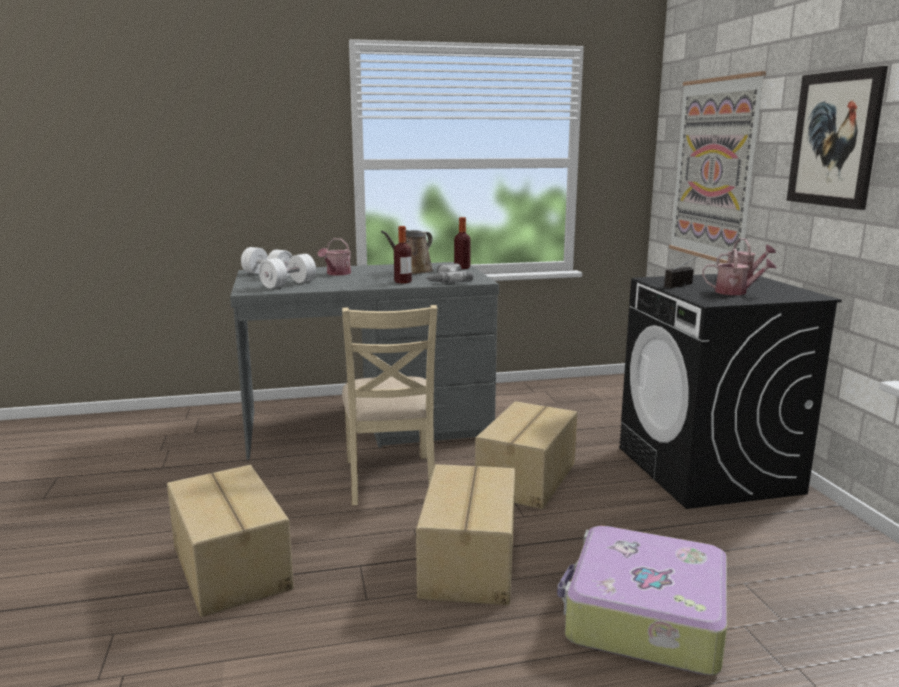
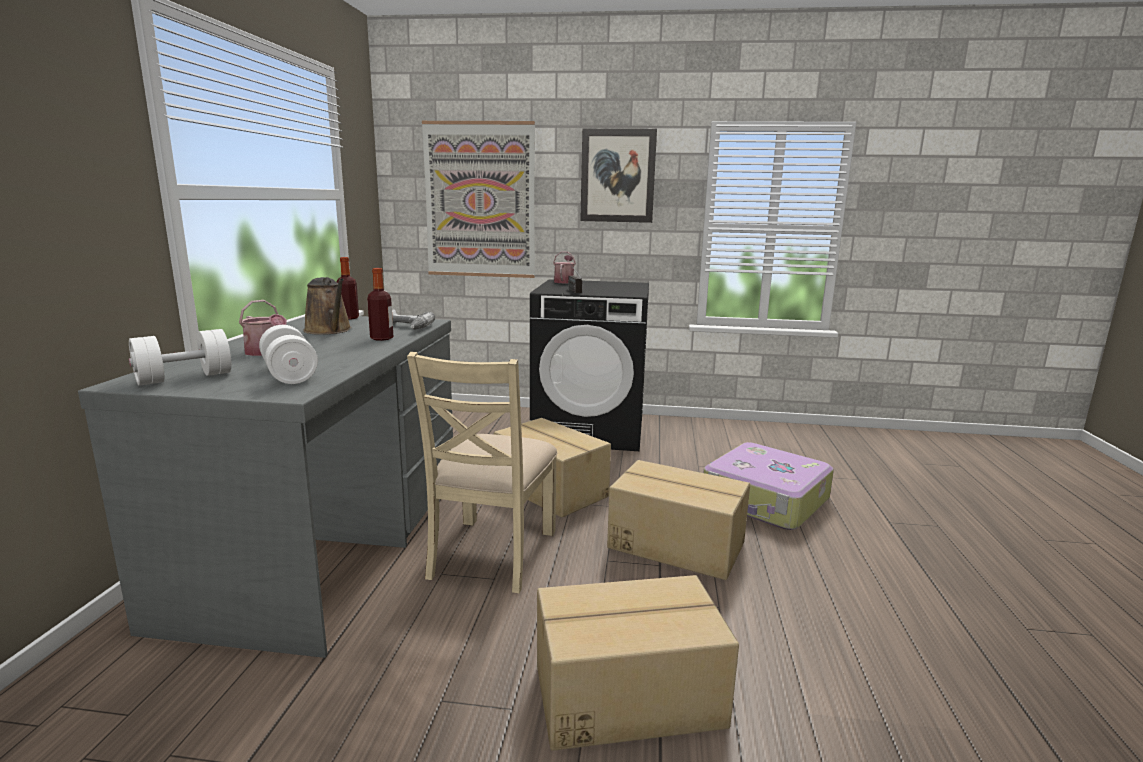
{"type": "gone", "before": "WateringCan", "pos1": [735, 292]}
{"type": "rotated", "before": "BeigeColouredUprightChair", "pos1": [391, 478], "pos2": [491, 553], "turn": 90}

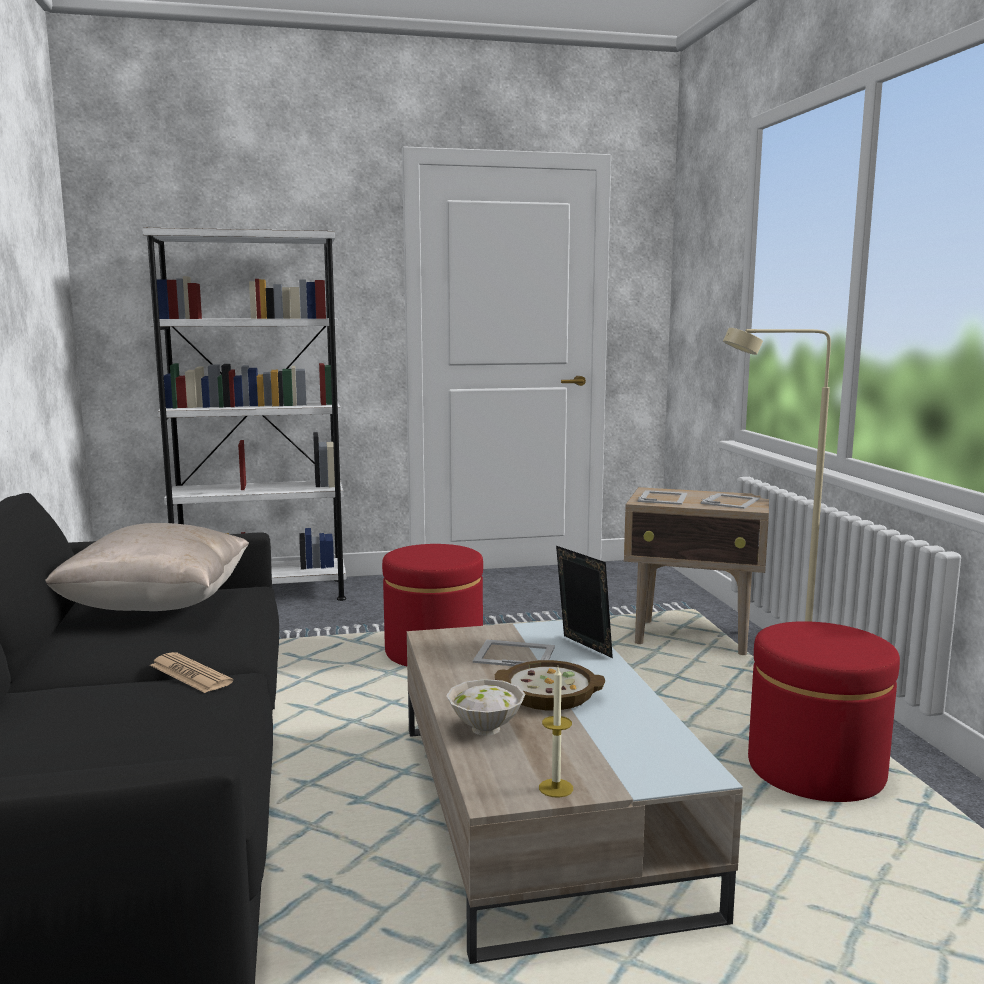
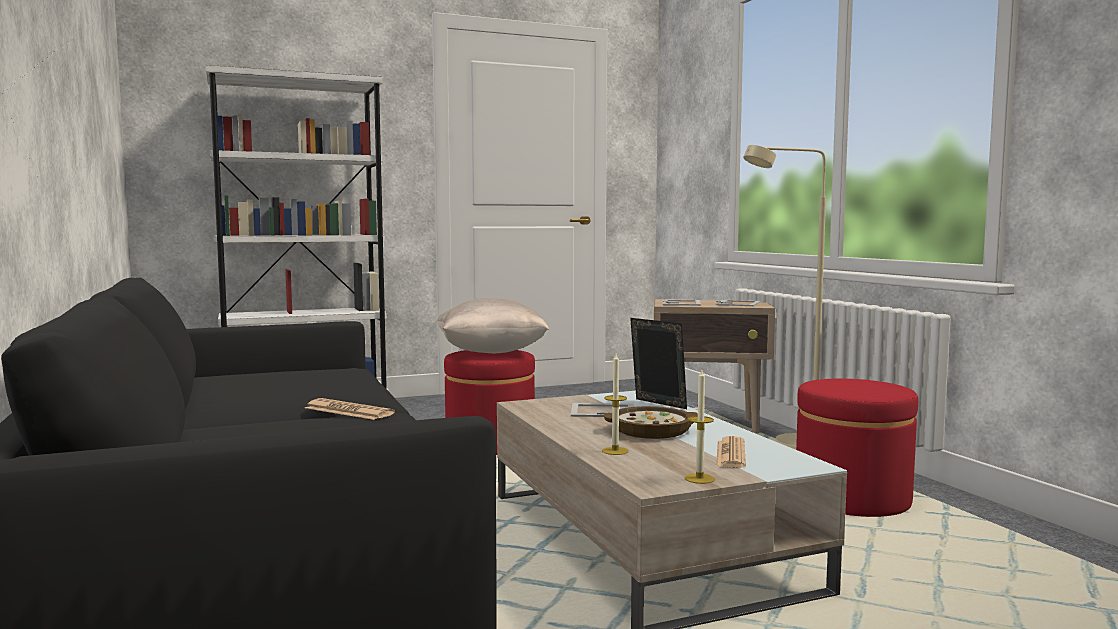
{"type": "shifted", "before": "BeigeColouredPillow", "pos1": [157, 607], "pos2": [490, 353]}
{"type": "swapped", "before": "WhiteColouredDeepDish", "after": "WaxLight", "pos1": [487, 729], "pos2": [615, 451]}
{"type": "new", "after": "Newspaper", "pos2": [730, 454]}

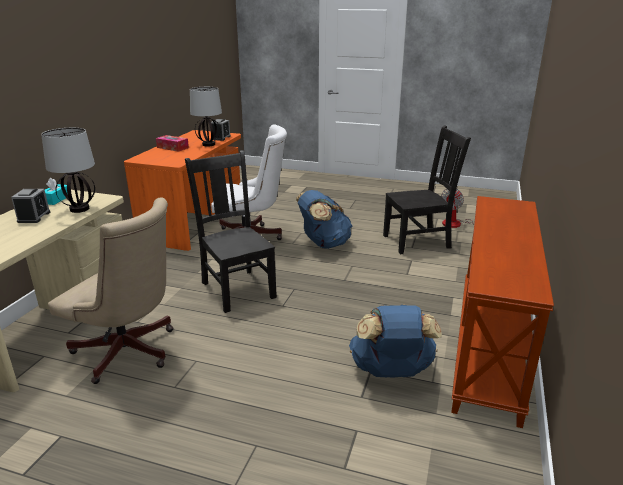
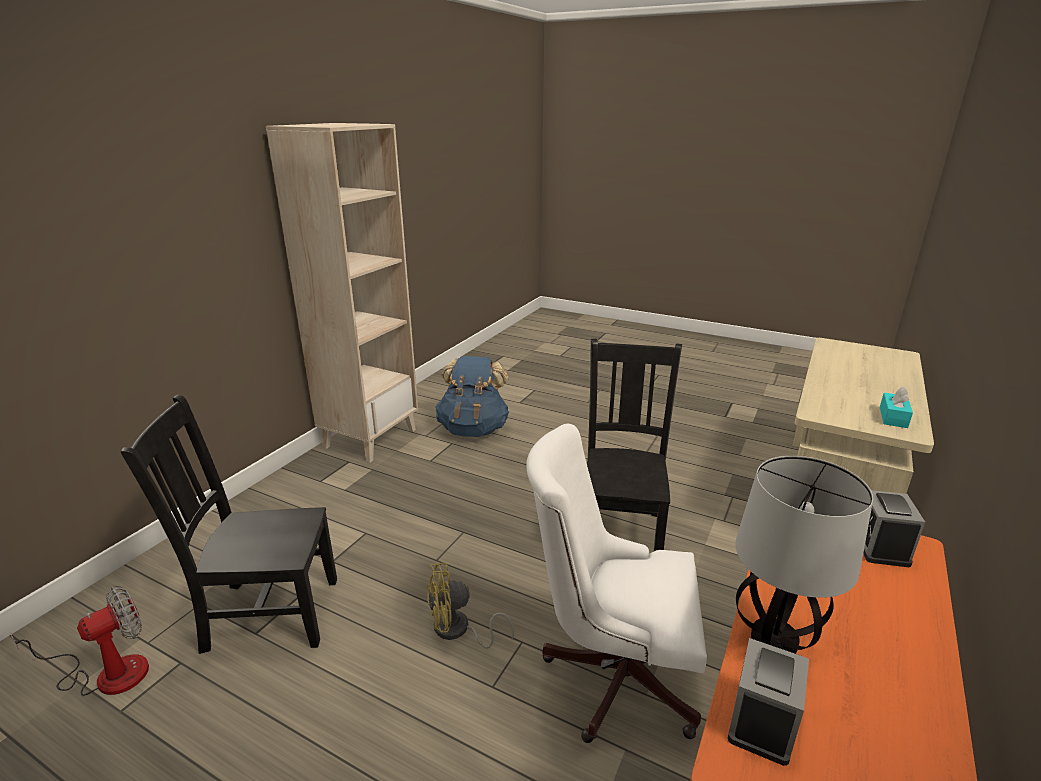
{"type": "gone", "before": "TableLamp", "pos1": [79, 209]}
{"type": "gone", "before": "TissueBox", "pos1": [172, 147]}
{"type": "rotated", "before": "BlackishUprightChair", "pos1": [237, 288], "pos2": [620, 533], "turn": -150}
{"type": "shifted", "before": "TableClock", "pos1": [34, 217], "pos2": [880, 546]}
{"type": "swapped", "before": "BlueRucksack", "after": "YellowElectricFan", "pos1": [323, 244], "pos2": [458, 631]}
{"type": "swapped", "before": "BrownConsoleTable", "after": "BeigeColouredBookshelf", "pos1": [489, 346], "pos2": [370, 438]}
{"type": "gone", "before": "BeigeColouredDeskChair", "pos1": [129, 353]}

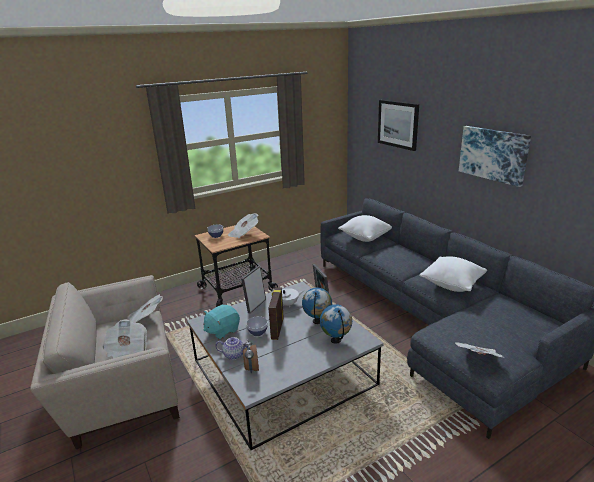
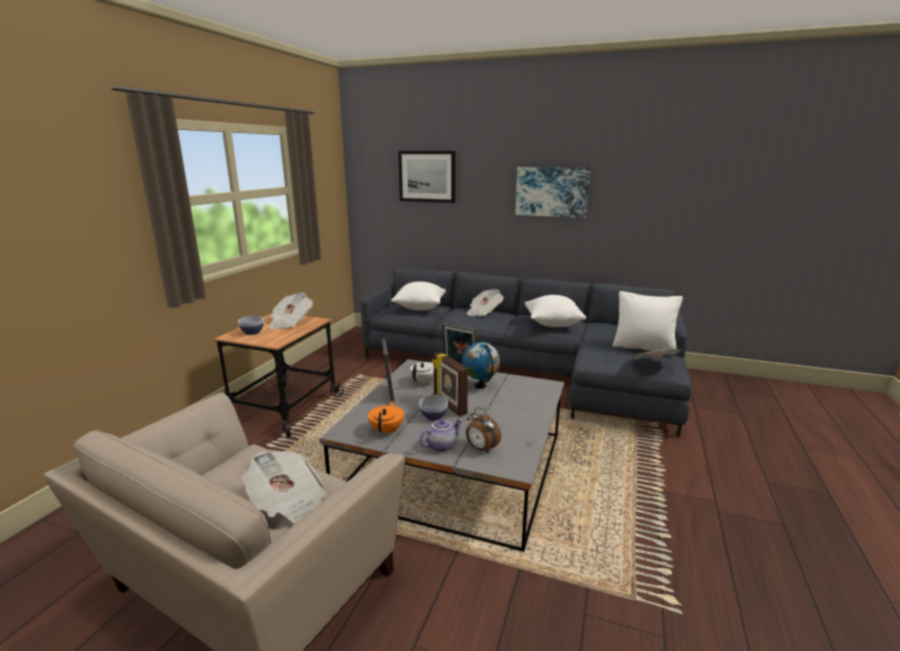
{"type": "shifted", "before": "Newspaper", "pos1": [145, 319], "pos2": [483, 312]}
{"type": "gone", "before": "Globe", "pos1": [336, 340]}
{"type": "swapped", "before": "BlueGreenPlushToy", "after": "OrangeyTeapot", "pos1": [222, 330], "pos2": [387, 430]}
{"type": "new", "after": "WhiteColouredPillow", "pos2": [643, 348]}

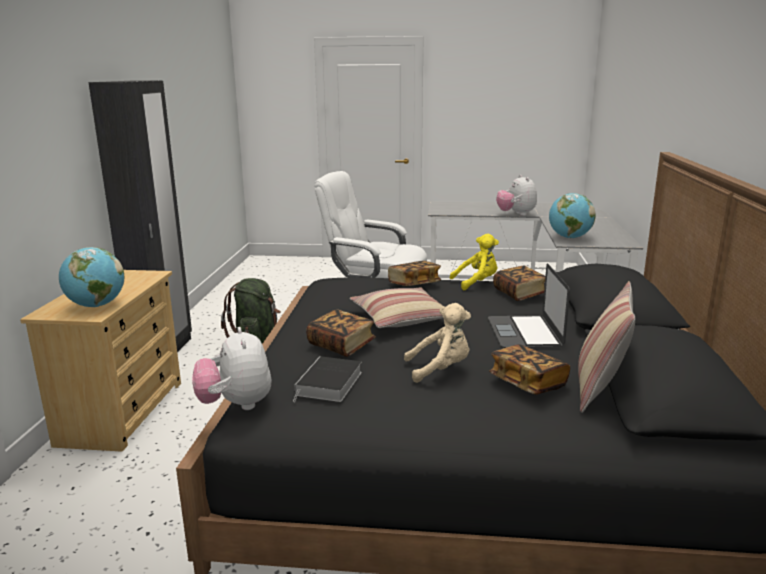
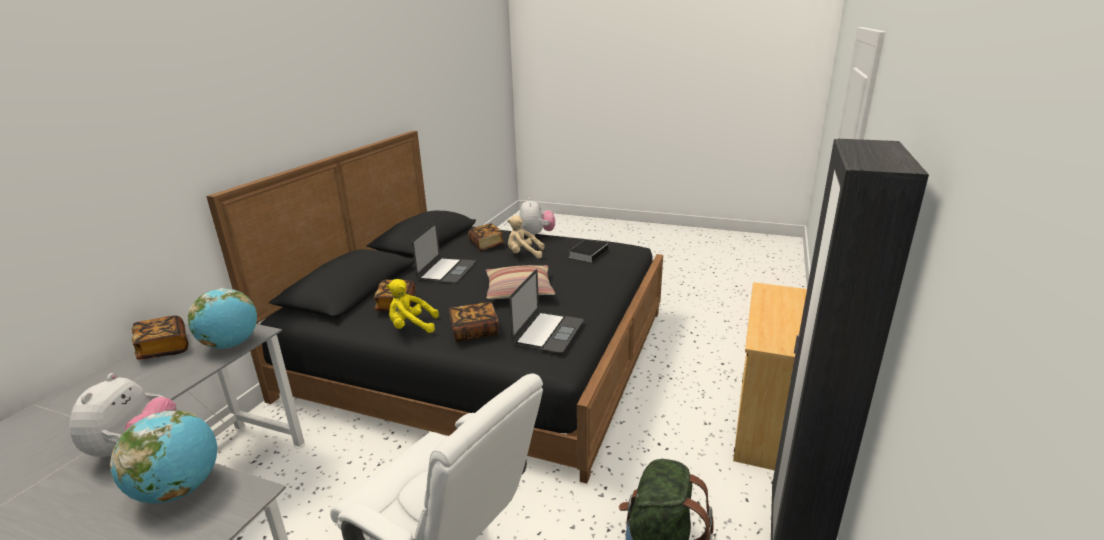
{"type": "shifted", "before": "Globe", "pos1": [96, 305], "pos2": [180, 489]}
{"type": "gone", "before": "Pillow", "pos1": [599, 389]}
{"type": "shifted", "before": "Book", "pos1": [341, 345], "pos2": [164, 348]}
{"type": "shifted", "before": "PlushToy", "pos1": [236, 405], "pos2": [536, 235]}
{"type": "new", "after": "Laptop", "pos2": [548, 332]}

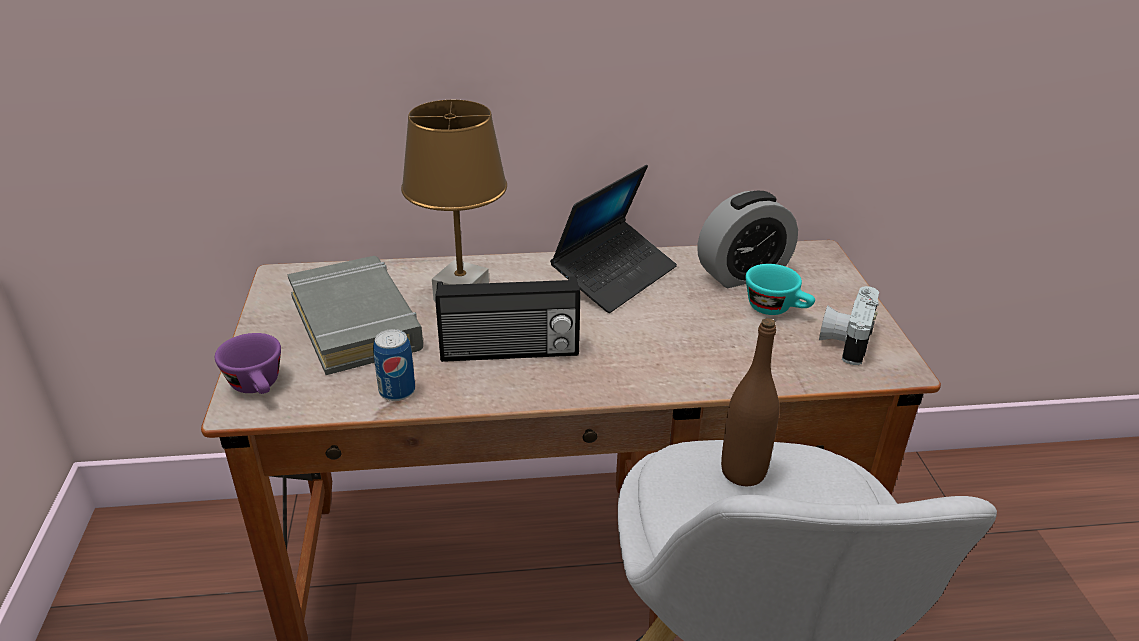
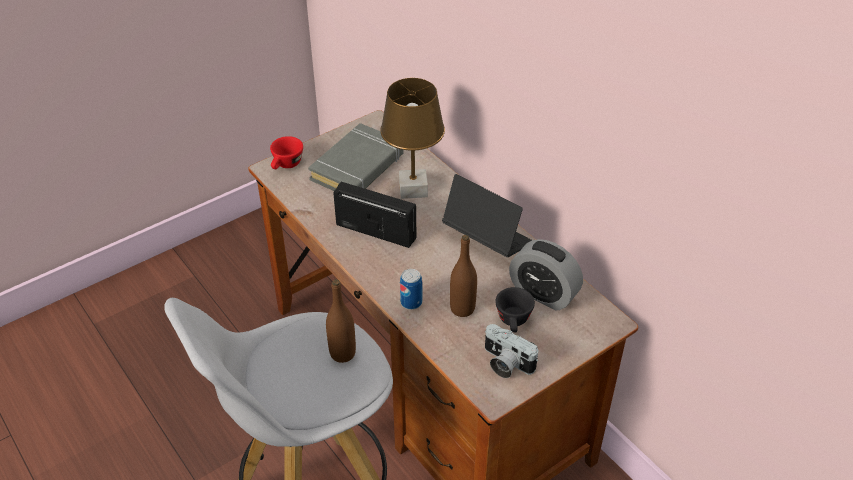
{"type": "rotated", "before": "Laptop", "pos1": [615, 276], "pos2": [487, 239], "turn": -150}
{"type": "repainted", "before": "BlueGreenDrinkingCup", "after": "BlackishDrinkingCup", "pos1": [776, 309], "pos2": [514, 322]}
{"type": "rotated", "before": "RadioReceiver", "pos1": [509, 352], "pos2": [376, 230], "turn": 150}
{"type": "rotated", "before": "StillCamera", "pos1": [845, 339], "pos2": [505, 363], "turn": -135}
{"type": "shifted", "before": "MetalCan", "pos1": [397, 391], "pos2": [411, 302]}
{"type": "repainted", "before": "PurpleDrinkingCup", "after": "RedColouredDrinkingCup", "pos1": [258, 387], "pos2": [286, 165]}
{"type": "new", "after": "BrownDrinkBottle", "pos2": [462, 308]}

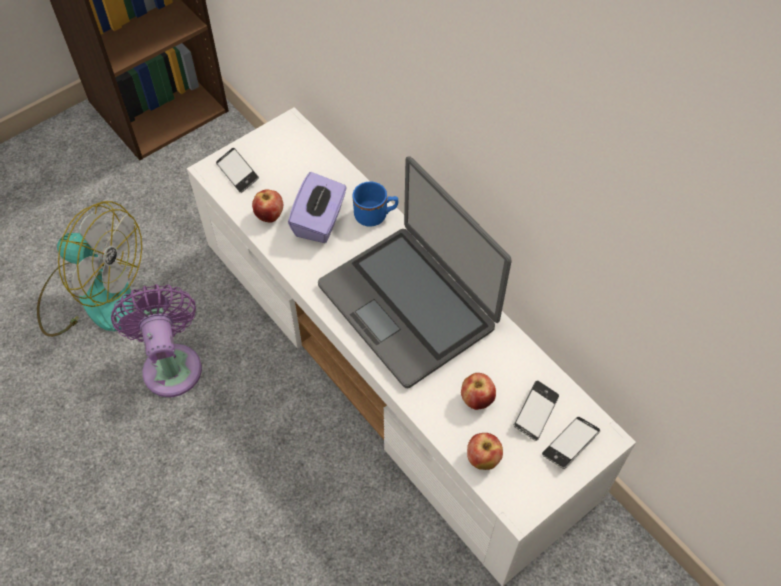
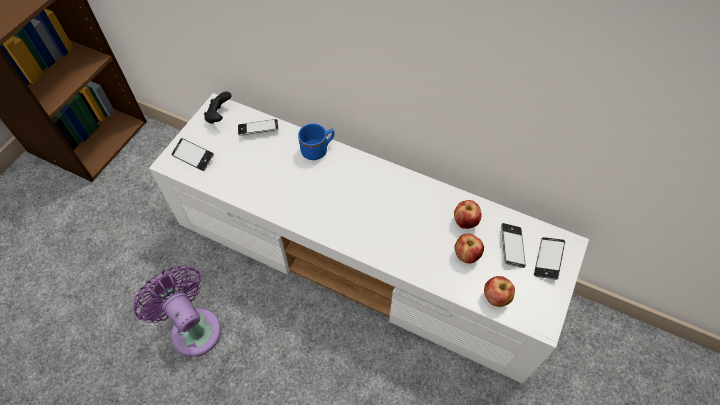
{"type": "gone", "before": "Laptop", "pos1": [408, 305]}
{"type": "gone", "before": "PurpleTissueBox", "pos1": [320, 221]}
{"type": "shifted", "before": "AppleFruit", "pos1": [269, 216], "pos2": [465, 222]}
{"type": "gone", "before": "ElectricFan", "pos1": [93, 294]}
{"type": "new", "after": "BlackishGameController", "pos2": [219, 116]}
{"type": "new", "after": "Telephone", "pos2": [258, 129]}

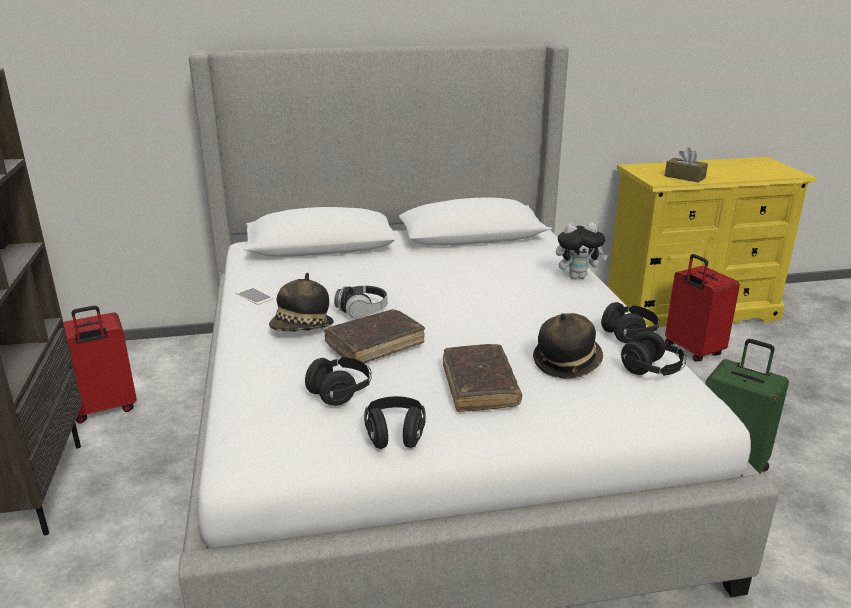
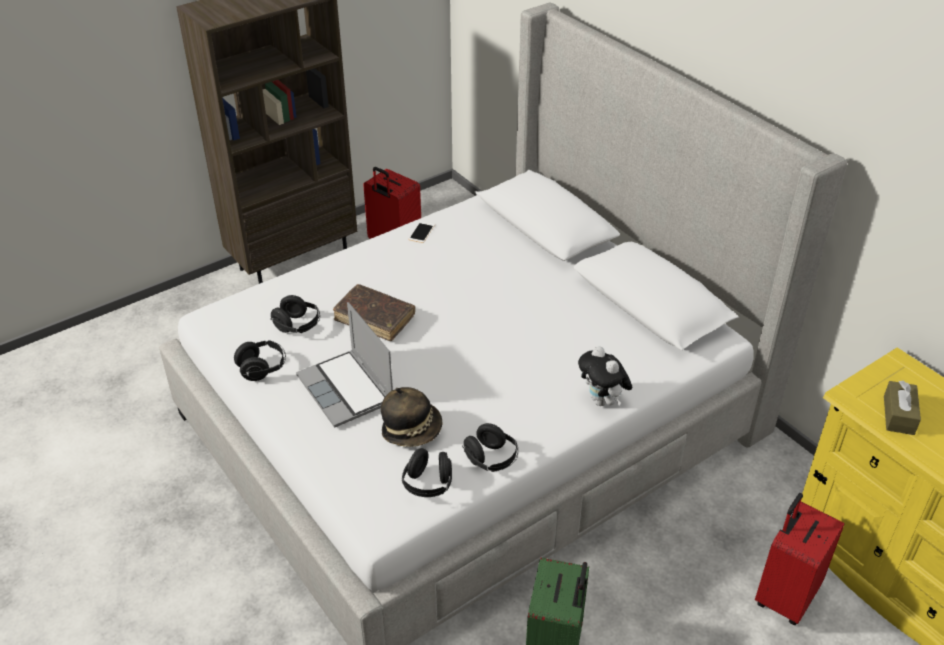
{"type": "gone", "before": "ClothingHat", "pos1": [302, 329]}
{"type": "gone", "before": "PairOfHeadphones", "pos1": [362, 311]}
{"type": "swapped", "before": "BrownBook", "after": "Laptop", "pos1": [480, 386], "pos2": [347, 390]}

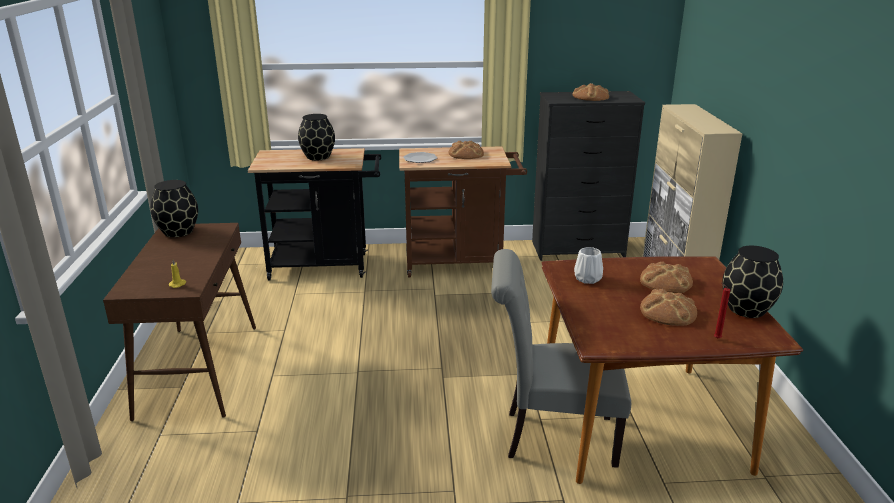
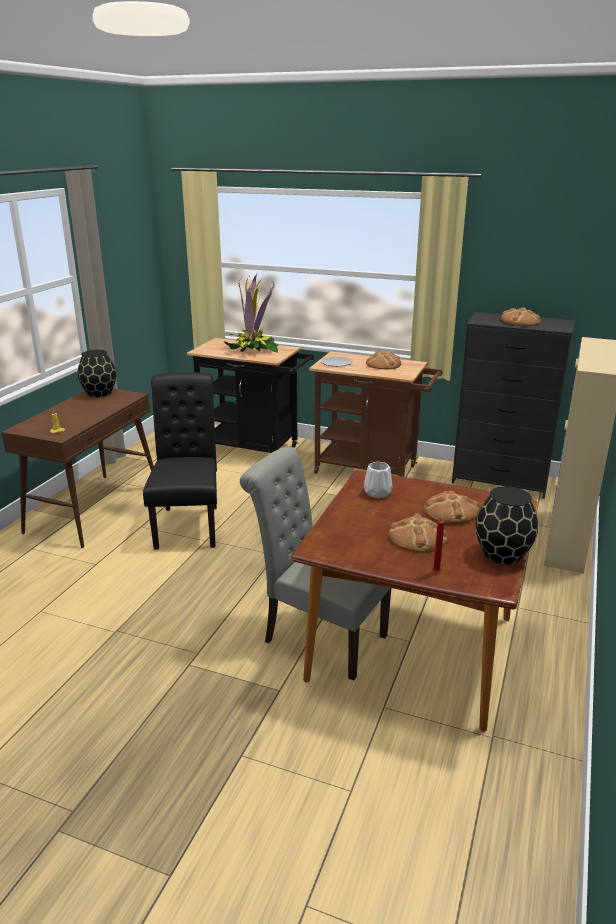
{"type": "swapped", "before": "BlackishFlowerVase", "after": "Houseplant", "pos1": [318, 157], "pos2": [253, 349]}
{"type": "new", "after": "BlackishUprightChair", "pos2": [189, 524]}

